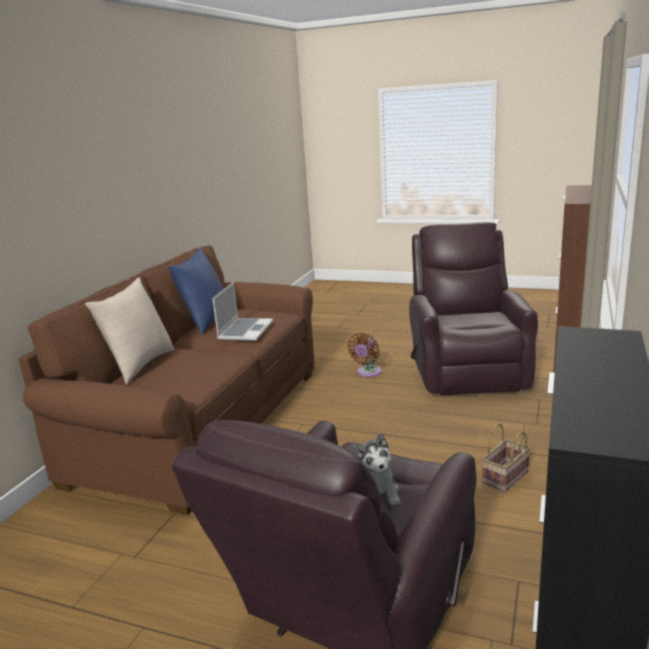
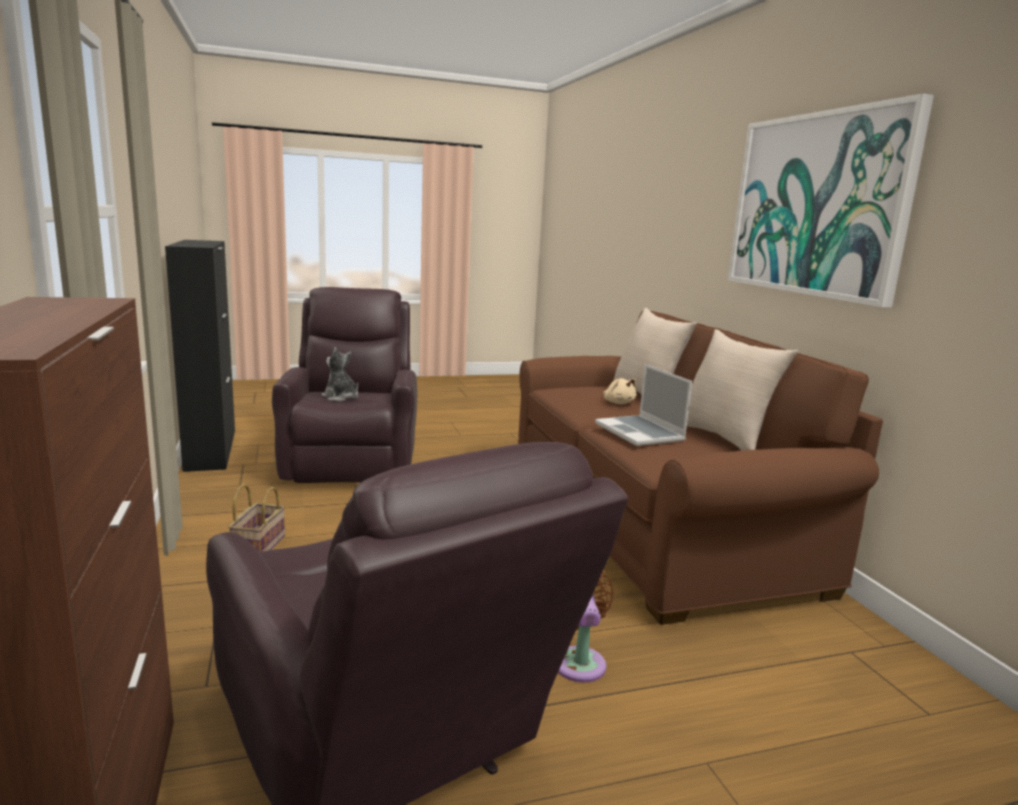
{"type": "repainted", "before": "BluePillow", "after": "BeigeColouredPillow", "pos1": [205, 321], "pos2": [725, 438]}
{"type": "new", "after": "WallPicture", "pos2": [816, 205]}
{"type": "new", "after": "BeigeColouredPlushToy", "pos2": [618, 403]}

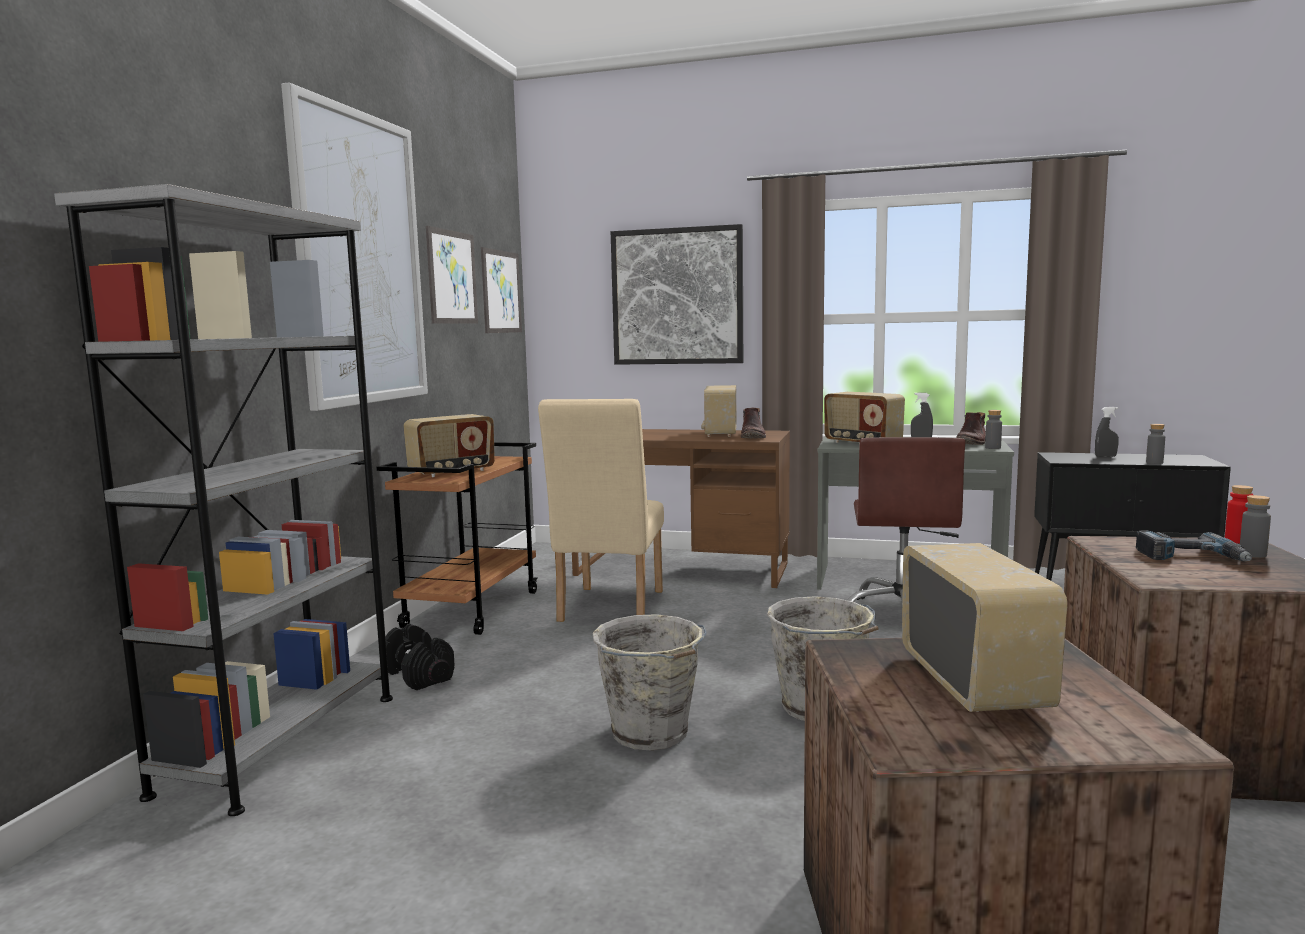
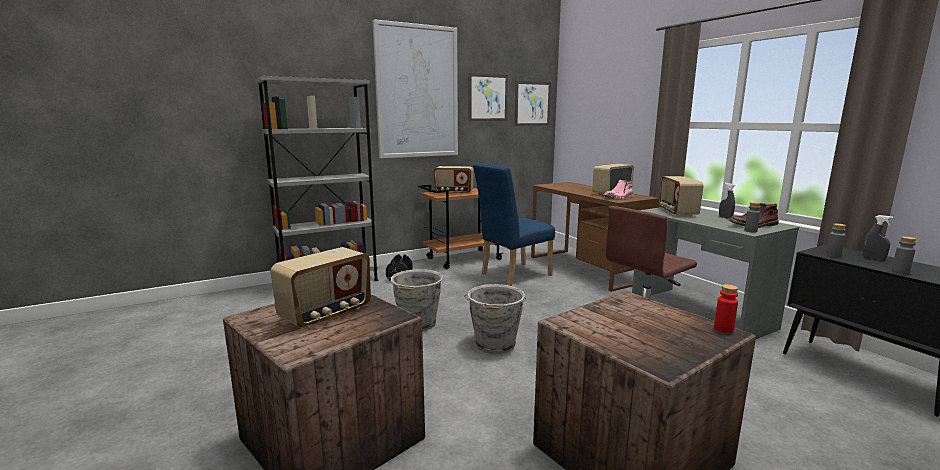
{"type": "gone", "before": "WallPicture", "pos1": [677, 296]}
{"type": "repainted", "before": "BeigeColouredUprightChair", "after": "BlueUprightChair", "pos1": [608, 609], "pos2": [512, 275]}
{"type": "repainted", "before": "BrownHighTopBoot", "after": "PinkColouredHighTopBoot", "pos1": [753, 437], "pos2": [619, 198]}
{"type": "shifted", "before": "GreyDrinkBottle", "pos1": [1252, 554], "pos2": [833, 255]}
{"type": "gone", "before": "PowerDrill", "pos1": [1191, 557]}

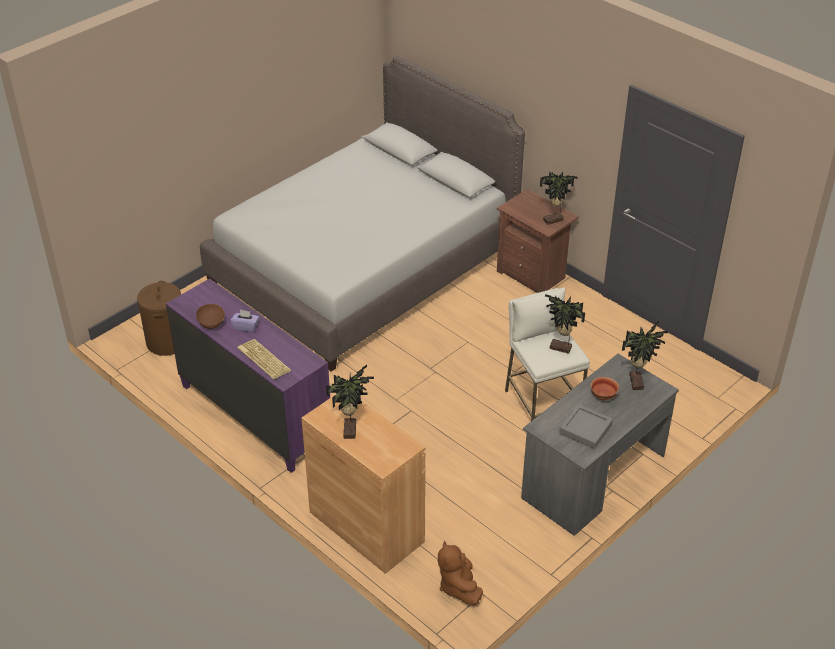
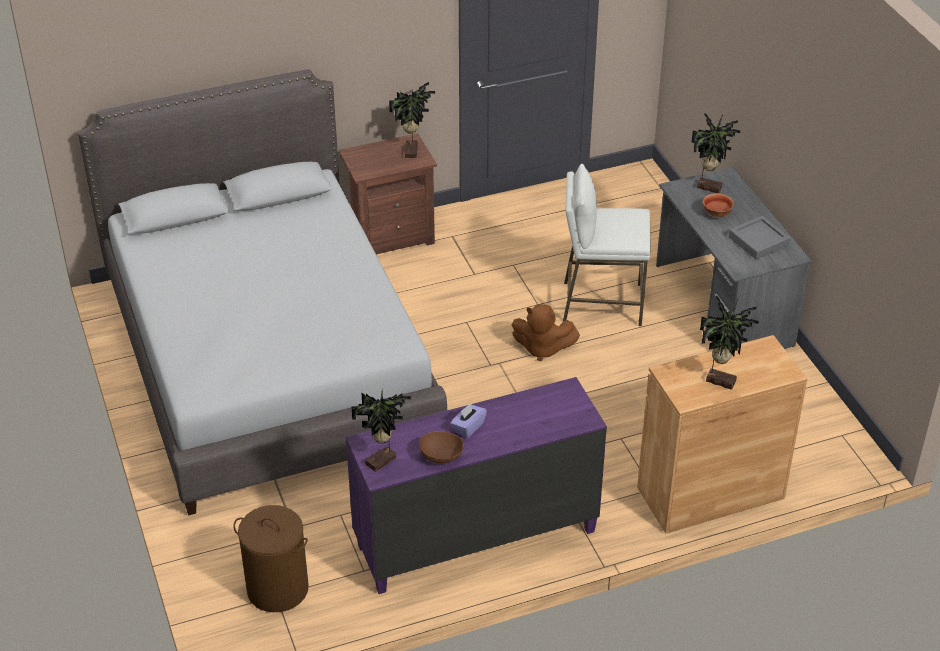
{"type": "shifted", "before": "Houseplant", "pos1": [560, 349], "pos2": [383, 462]}
{"type": "gone", "before": "PcKeyboard", "pos1": [263, 360]}
{"type": "shifted", "before": "BrownPlushToy", "pos1": [458, 586], "pos2": [542, 348]}

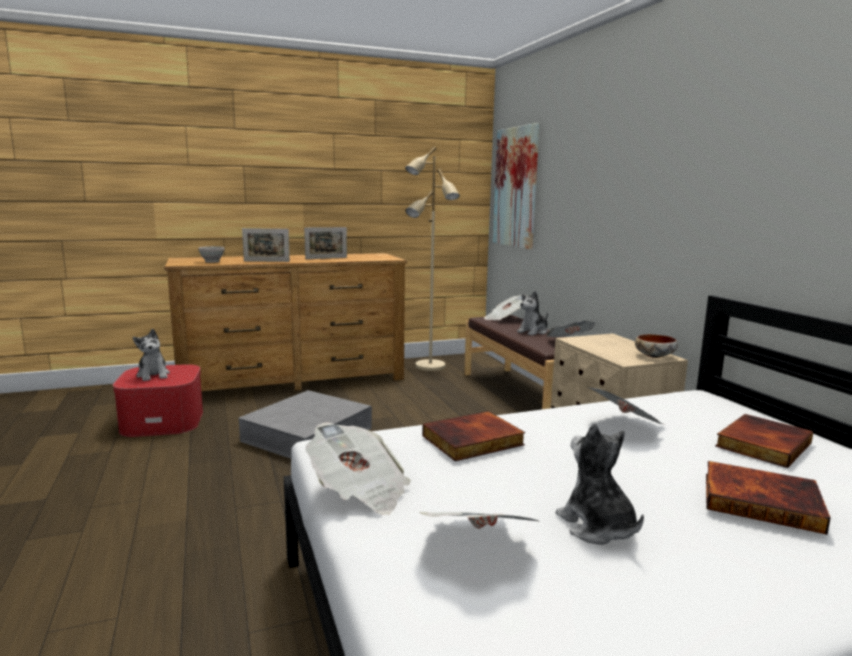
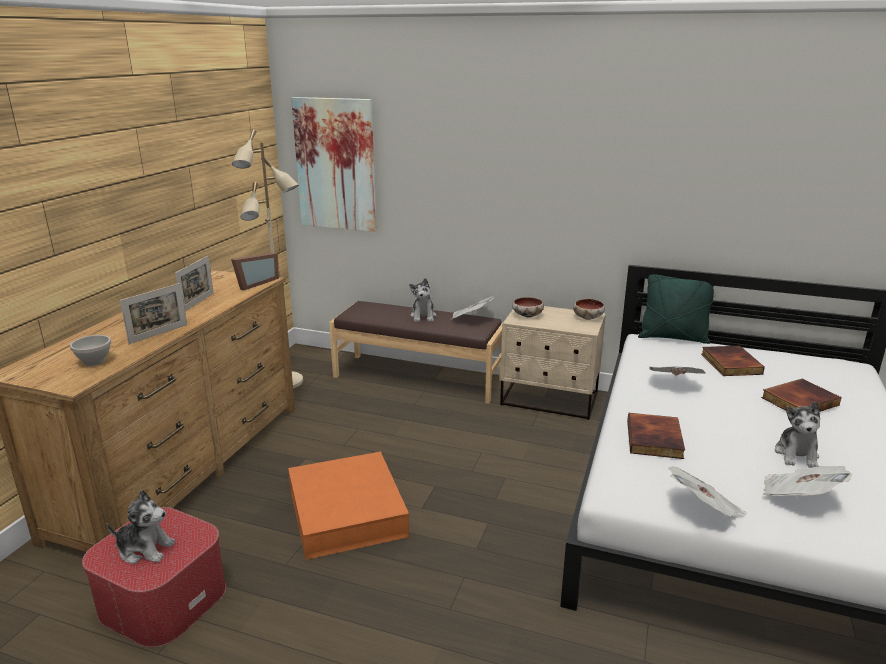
{"type": "gone", "before": "Newspaper", "pos1": [505, 319]}
{"type": "repainted", "before": "GreyStorageContainer", "after": "OrangeyStorageContainer", "pos1": [307, 435], "pos2": [346, 512]}
{"type": "rotated", "before": "PlushToy", "pos1": [597, 527], "pos2": [797, 455], "turn": -90}
{"type": "new", "after": "PhotoFrame", "pos2": [254, 283]}
{"type": "new", "after": "GreenishPillow", "pos2": [673, 338]}
{"type": "new", "after": "DeepDish", "pos2": [527, 316]}

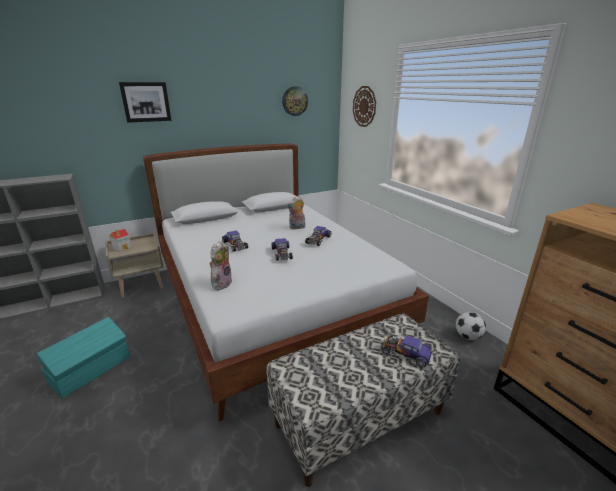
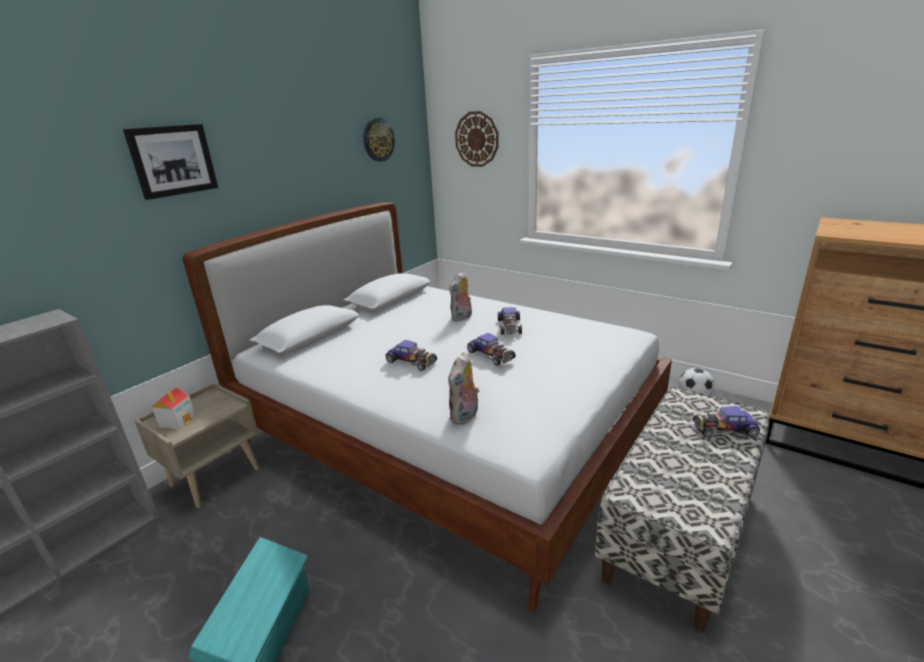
{"type": "rotated", "before": "PlushToy", "pos1": [221, 283], "pos2": [465, 416], "turn": -150}

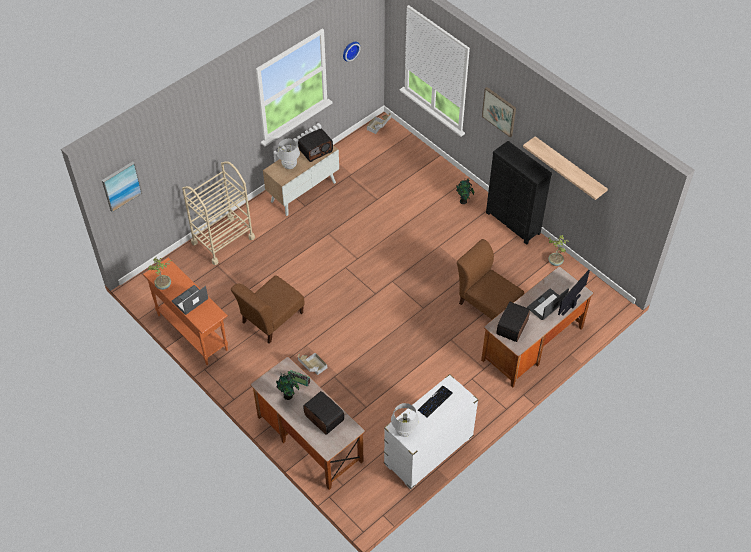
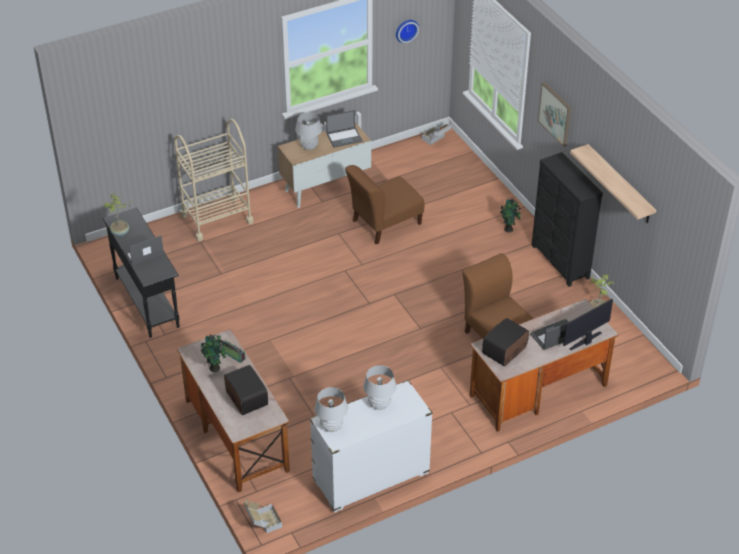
{"type": "swapped", "before": "RadioReceiver", "after": "Laptop", "pos1": [315, 151], "pos2": [344, 137]}
{"type": "gone", "before": "WallPicture", "pos1": [121, 186]}
{"type": "repainted", "before": "OrangeyConsoleTable", "after": "BlackishConsoleTable", "pos1": [192, 332], "pos2": [147, 302]}
{"type": "shifted", "before": "BrownUprightChair", "pos1": [270, 319], "pos2": [384, 224]}
{"type": "shifted", "before": "Carton", "pos1": [312, 368], "pos2": [262, 523]}
{"type": "swapped", "before": "PcKeyboard", "after": "WhiteColouredTableLamp", "pos1": [435, 402], "pos2": [379, 404]}

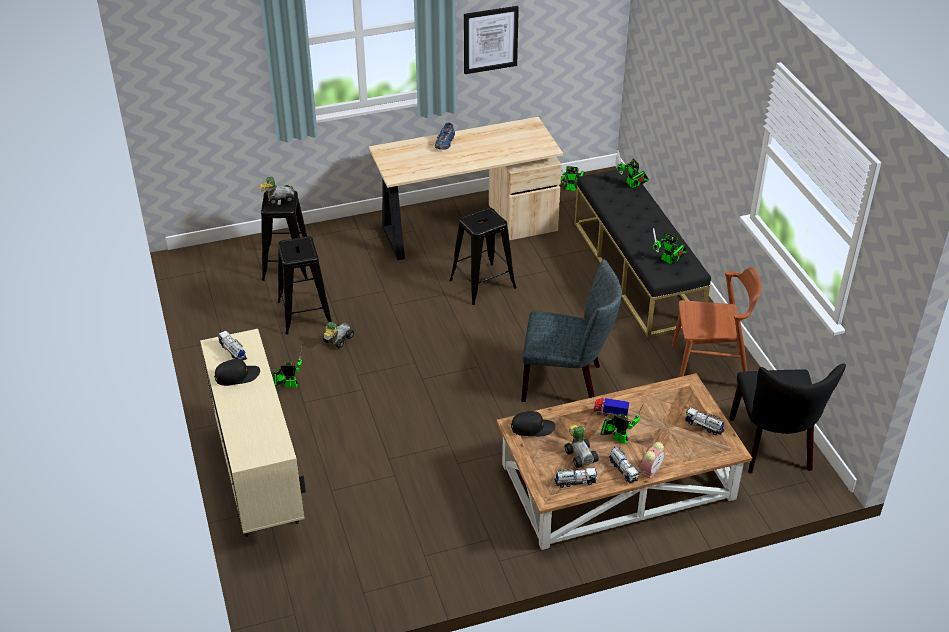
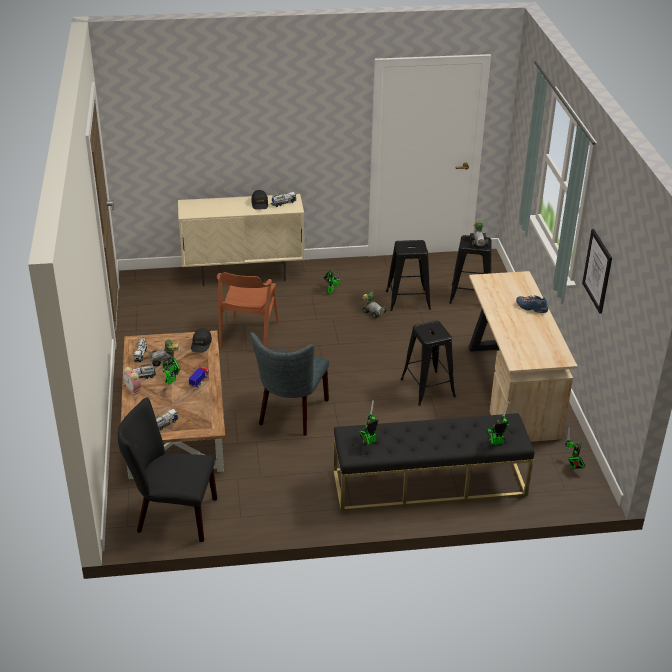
{"type": "shifted", "before": "BrownUprightChair", "pos1": [709, 366], "pos2": [249, 334]}

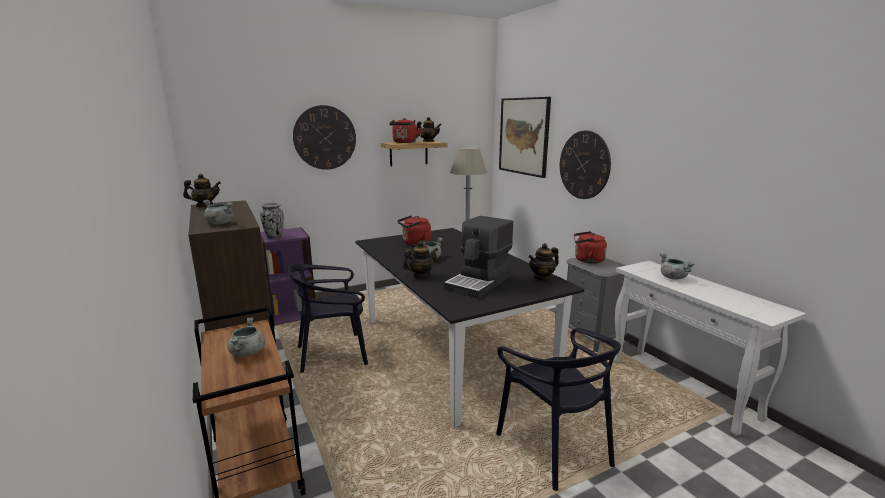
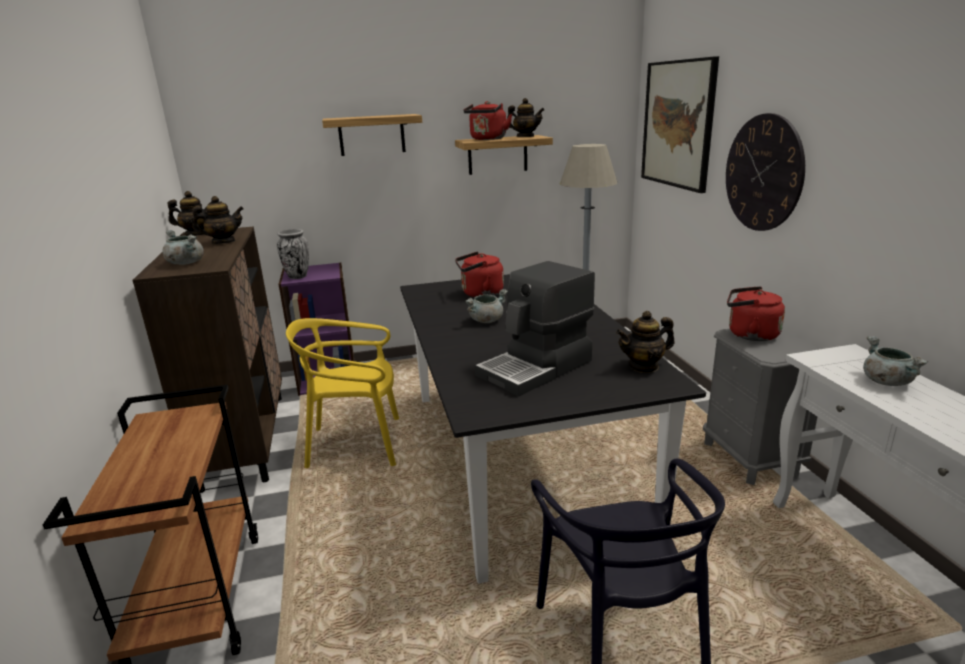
{"type": "swapped", "before": "ClockOnTheWall", "after": "Shelf", "pos1": [325, 138], "pos2": [371, 135]}
{"type": "shifted", "before": "Teapot", "pos1": [421, 275], "pos2": [223, 242]}
{"type": "repainted", "before": "BlackishUprightChair", "after": "YellowUprightChair", "pos1": [333, 354], "pos2": [356, 444]}
{"type": "gone", "before": "GreyStockpot", "pos1": [248, 353]}

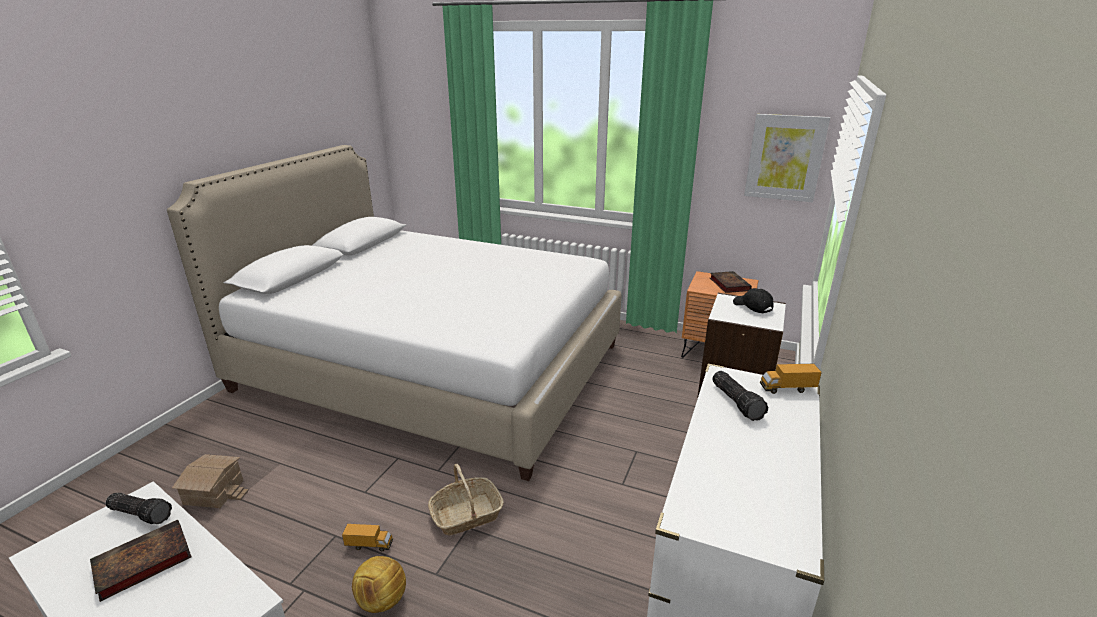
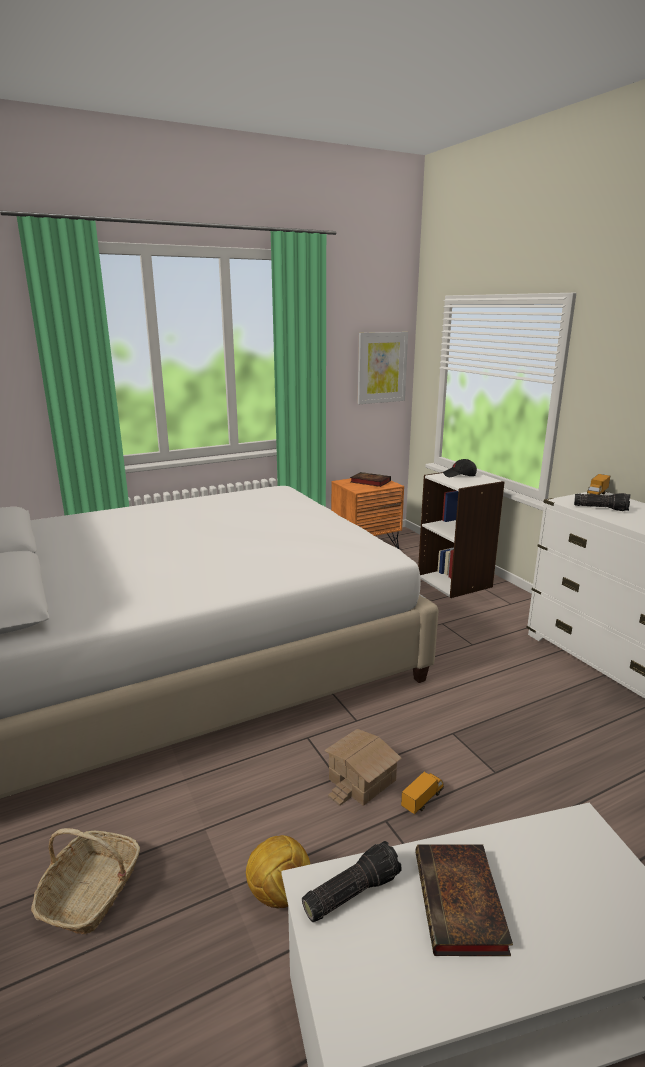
{"type": "shifted", "before": "ToyHouse", "pos1": [213, 493], "pos2": [363, 780]}
{"type": "shifted", "before": "Basket", "pos1": [466, 515], "pos2": [91, 892]}
{"type": "shifted", "before": "BallForFootball", "pos1": [382, 600], "pos2": [278, 893]}

